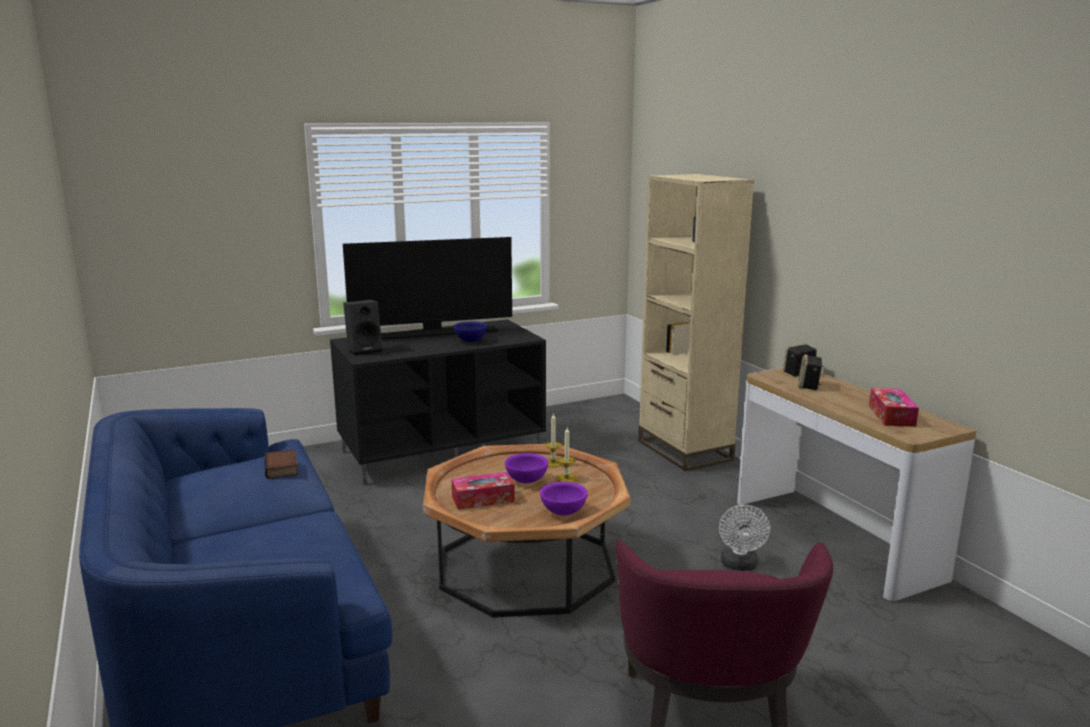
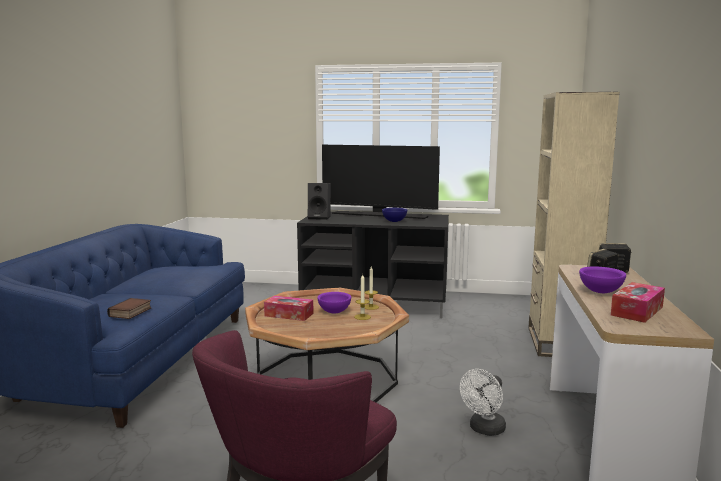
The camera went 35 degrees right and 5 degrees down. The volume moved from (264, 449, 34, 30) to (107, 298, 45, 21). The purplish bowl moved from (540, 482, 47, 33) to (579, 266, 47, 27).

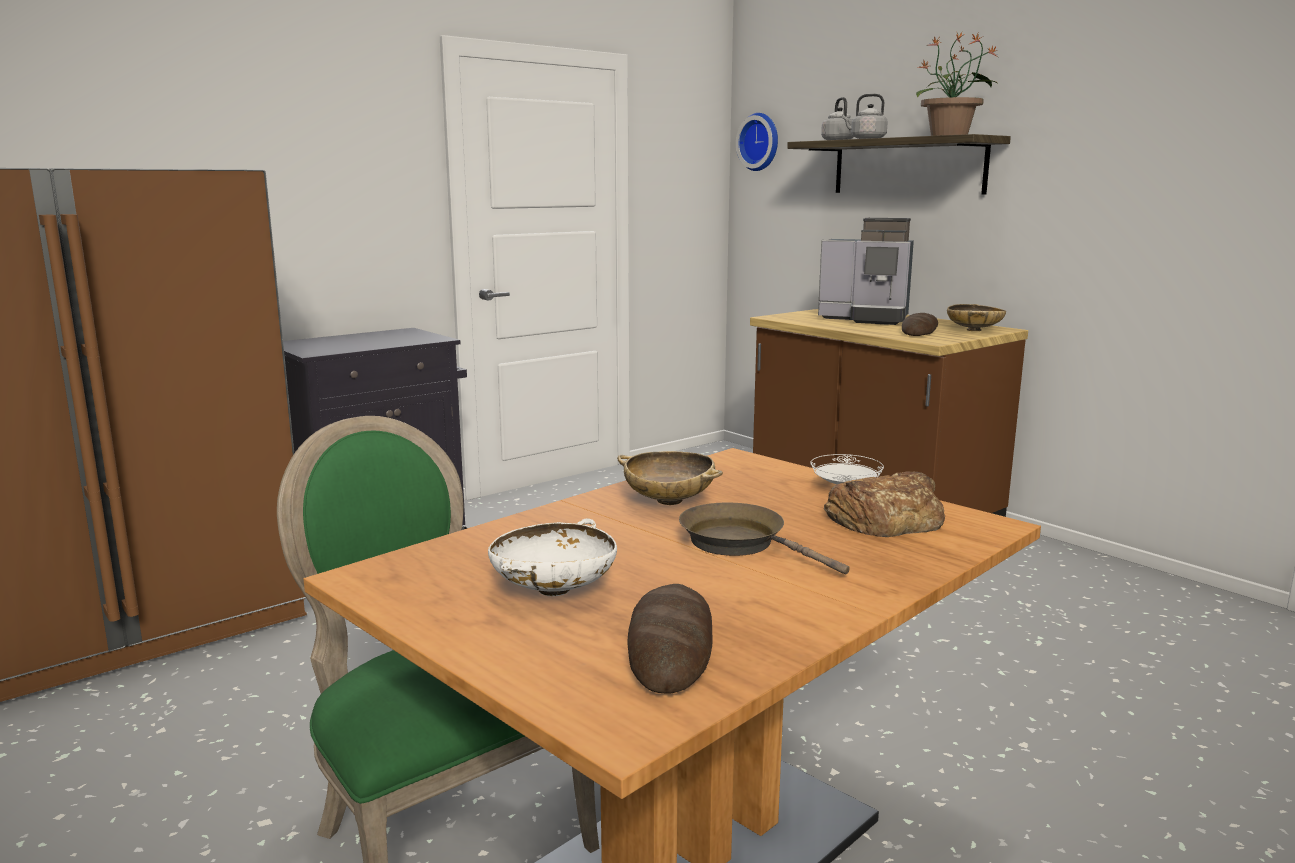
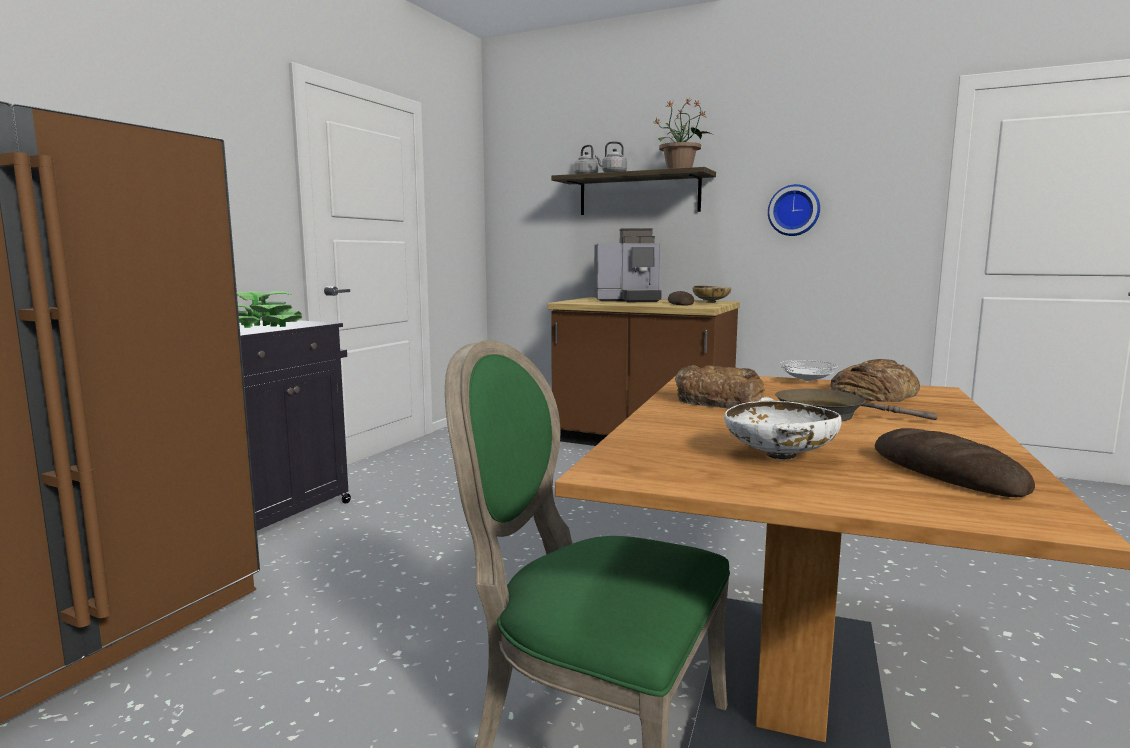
The camera went 25 degrees left and 5 degrees down. The hanging clock moved from (736, 113, 42, 58) to (768, 184, 52, 52). The beige bowl at (617, 451, 106, 54) was replaced by the bread at (675, 365, 90, 44). The potted plant at (237, 291, 65, 37) appeared.

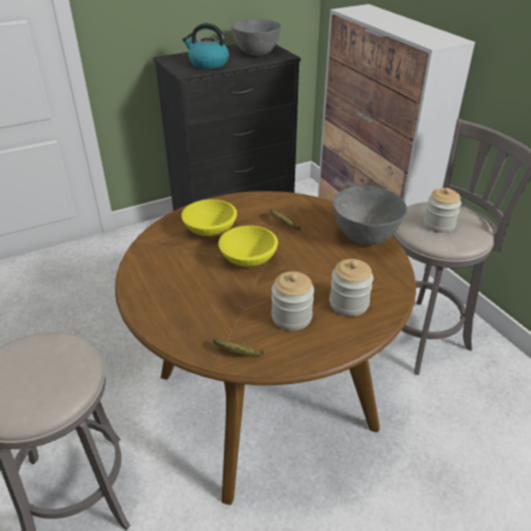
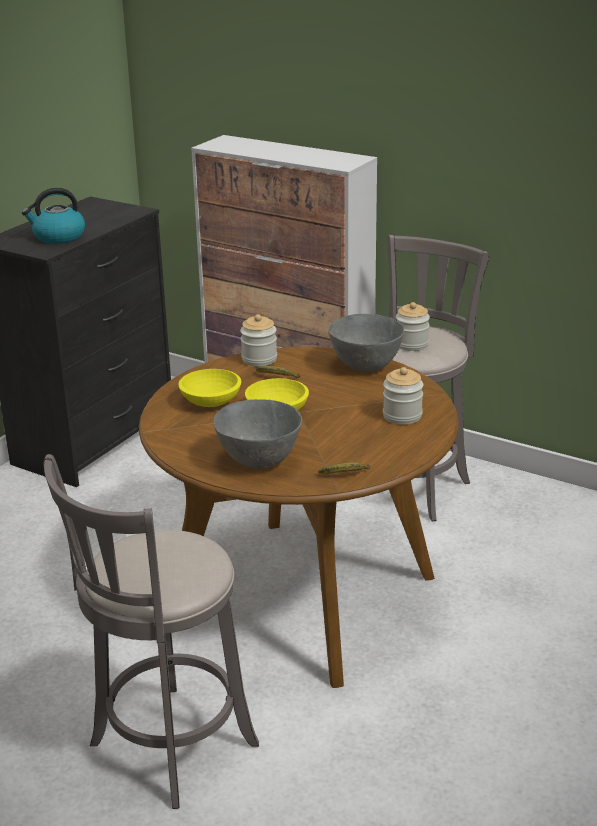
The camera went 30 degrees left and 10 degrees down. The grey bowl moved from (231, 19, 50, 37) to (213, 399, 89, 69). The preserve jar moved from (271, 271, 43, 60) to (240, 314, 37, 52).

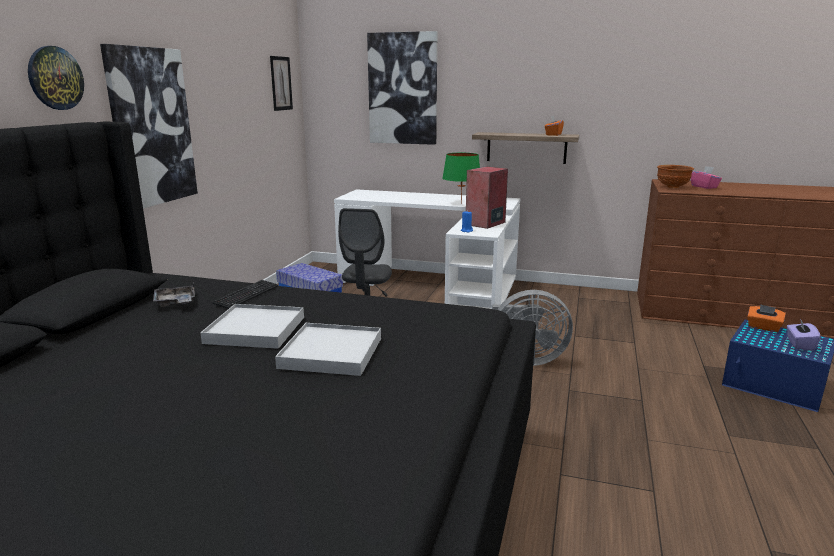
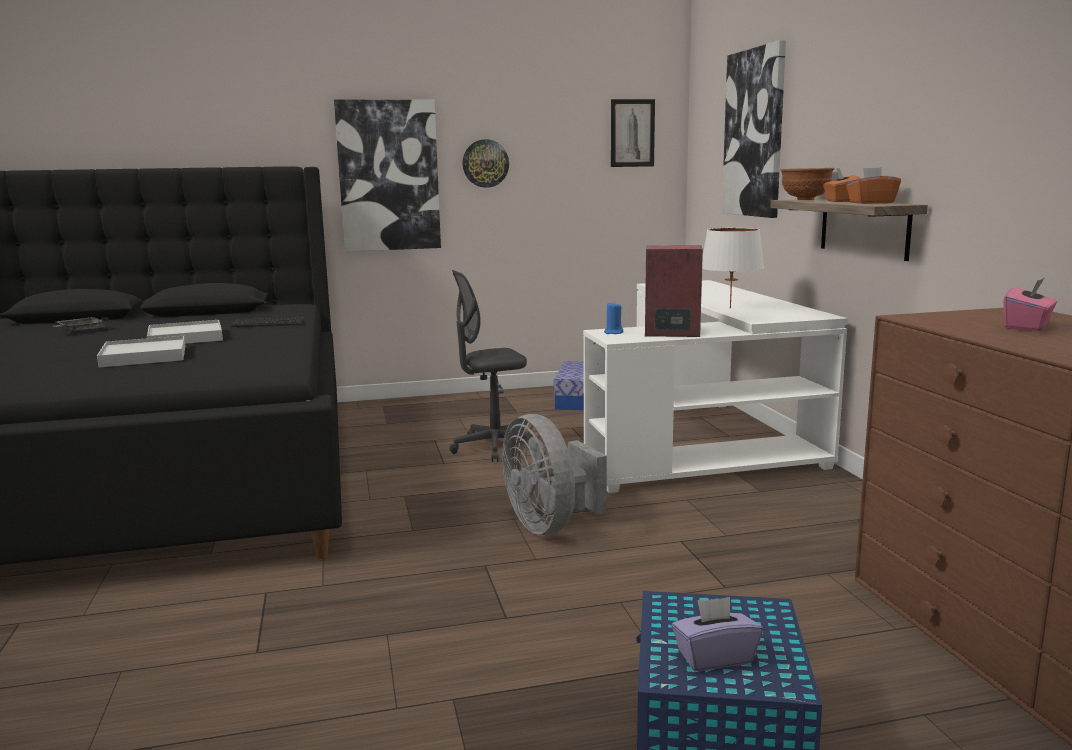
The camera went 60 degrees right and 5 degrees down. The hanging clock moved from (28, 46, 56, 64) to (462, 139, 47, 49). The greenish lamp for a table at (442, 153, 38, 51) became the whitish lamp for a table at (702, 228, 62, 81). The brown bowl moved from (657, 165, 37, 23) to (781, 168, 53, 32). The grey tray moved from (153, 283, 42, 24) to (55, 317, 54, 14). The orangey tissue holder moved from (747, 304, 39, 28) to (823, 168, 38, 34).

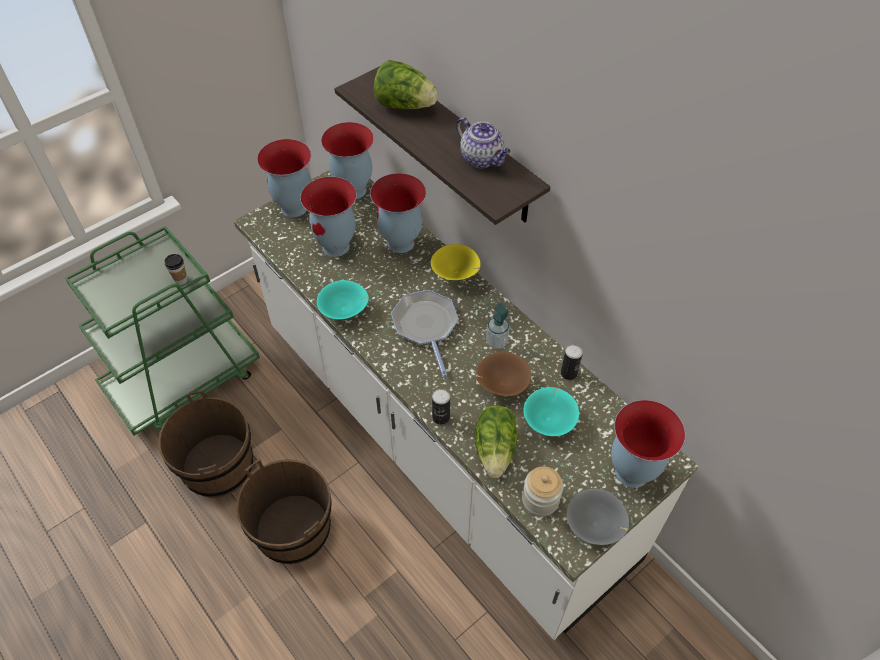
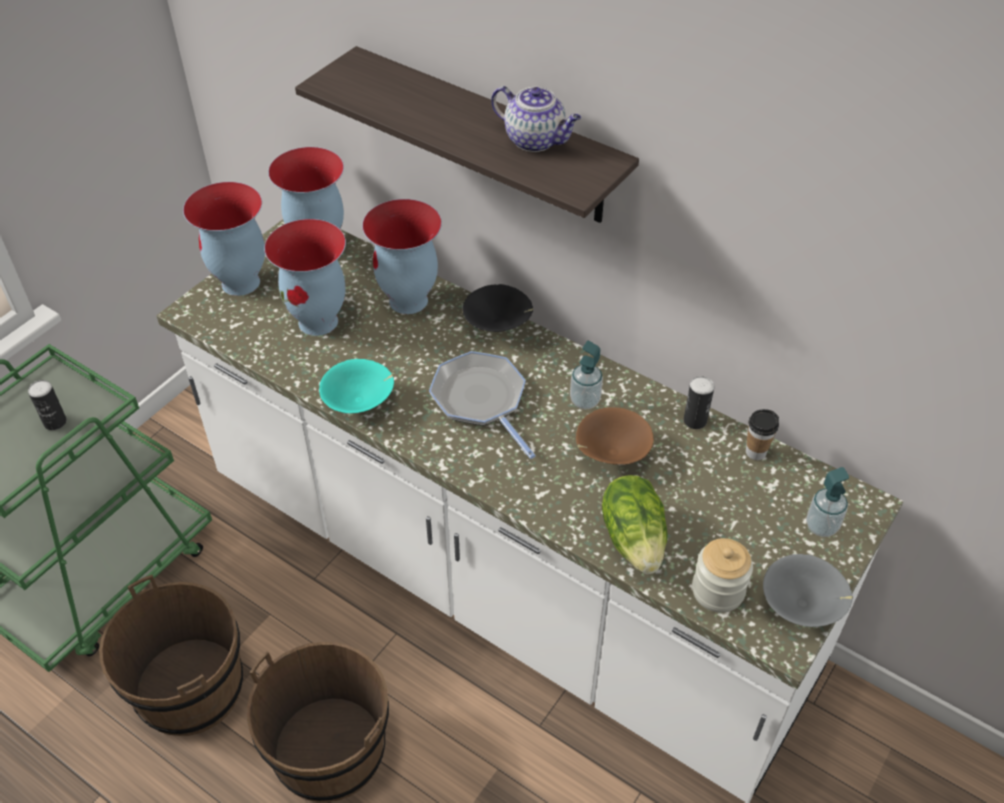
The camera went 15 degrees left and 5 degrees down. The head of lettuce at (374, 60, 64, 49) disappeared. The yellow bowl at (431, 244, 50, 36) became the blackish bowl at (462, 284, 71, 48). The drinking cup moved from (165, 254, 23, 31) to (746, 409, 33, 51). The blue-green bowl at (523, 387, 56, 49) disappeared. The sealed can moved from (432, 389, 18, 36) to (28, 380, 39, 50). The flower vase at (611, 400, 74, 88) was replaced by the soap bottle at (806, 467, 43, 70).

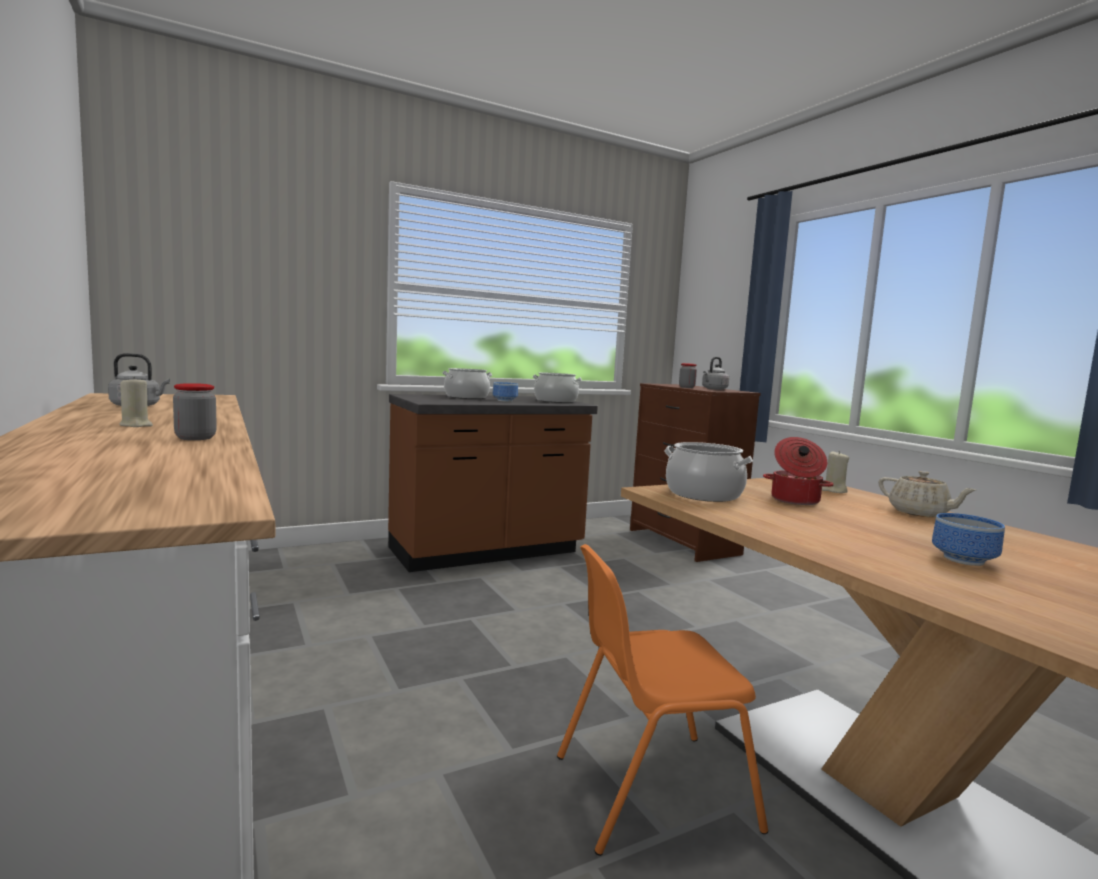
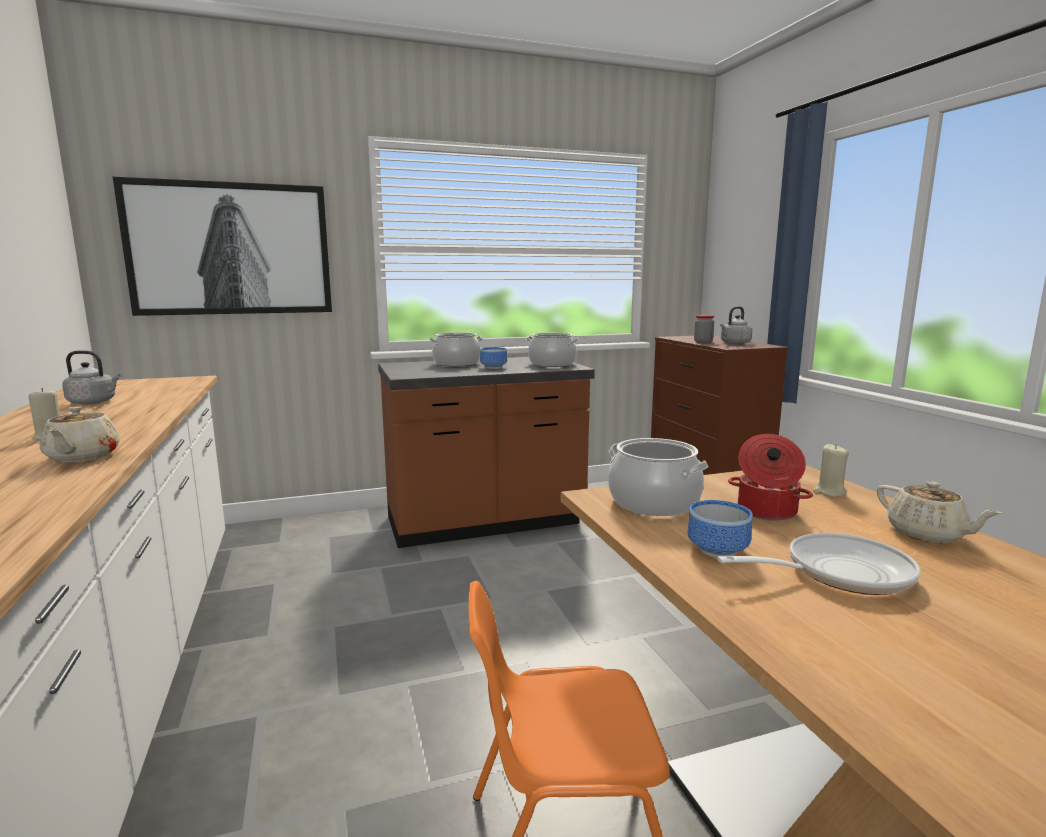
The camera went 10 degrees right and 5 degrees up. The preserve jar at (173, 383, 44, 57) was replaced by the beige tea pot at (40, 406, 80, 57). The bowl moved from (932, 513, 73, 53) to (688, 500, 65, 57). The wall art at (113, 177, 219, 139) appeared. The frying pan at (717, 533, 204, 62) appeared.

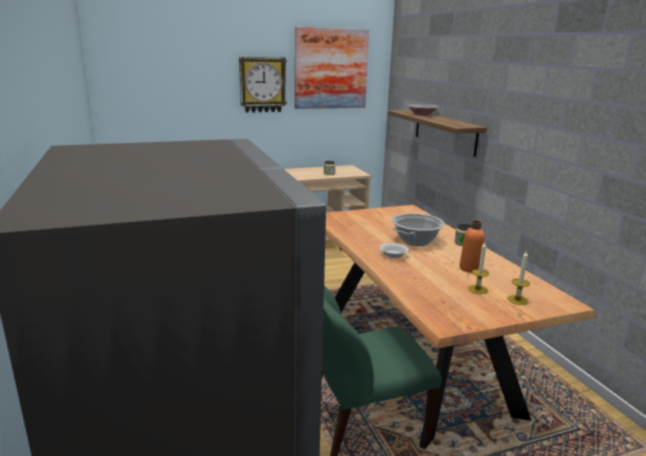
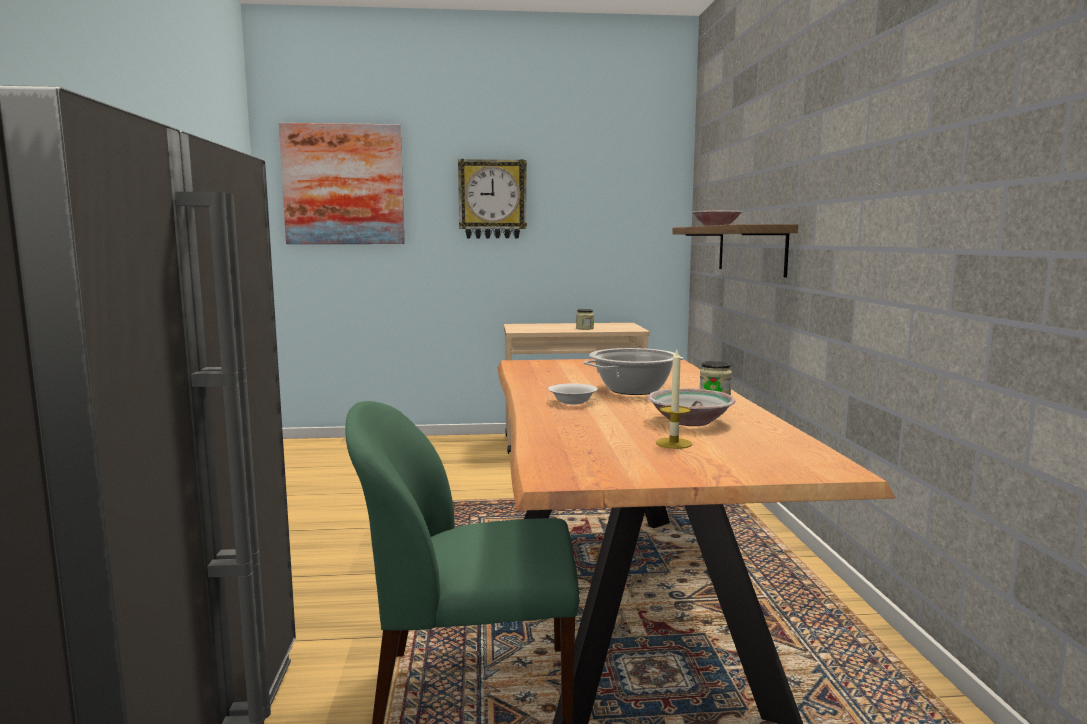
The camera went 15 degrees right and 10 degrees down. The wall art moved from (295, 27, 74, 82) to (279, 123, 126, 121). The orangey beverage bottle at (460, 220, 25, 53) was replaced by the bowl at (648, 388, 87, 38). The candle at (507, 251, 23, 54) disappeared.

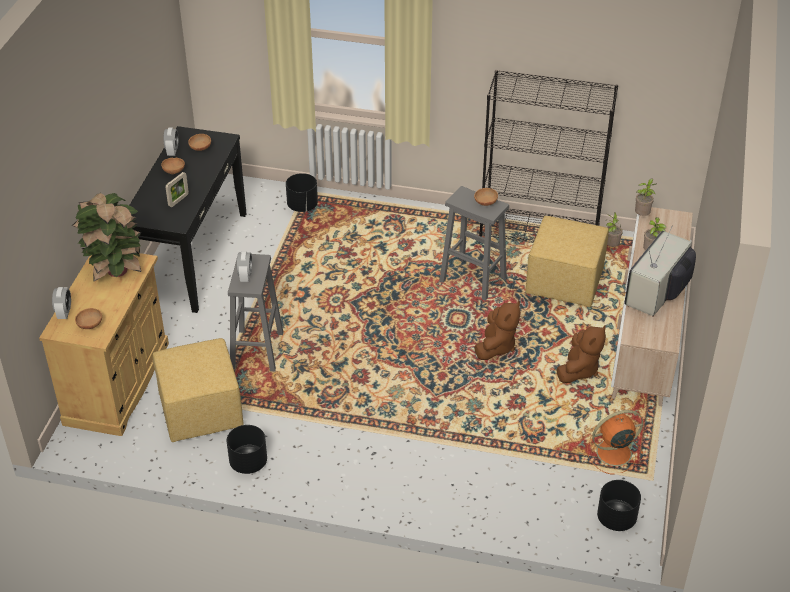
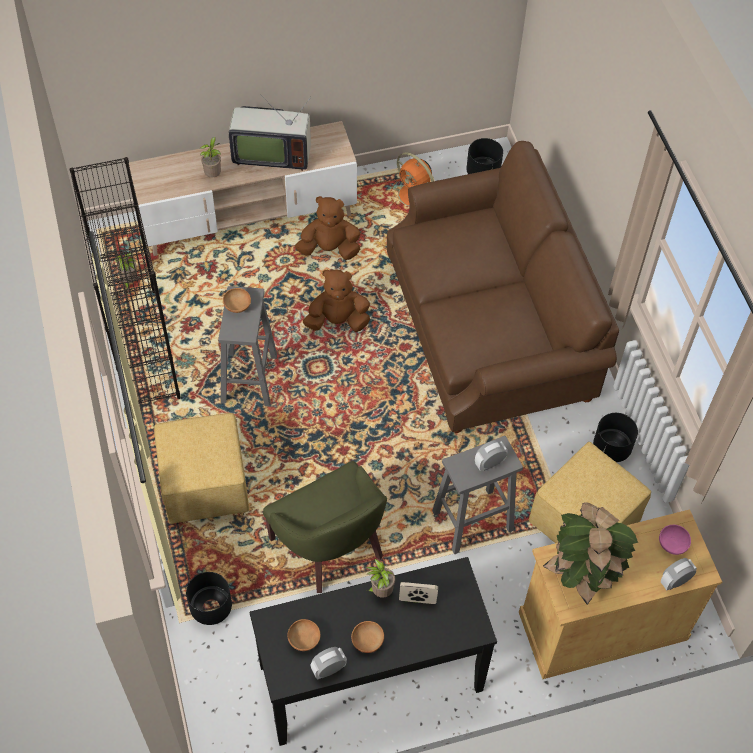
The camera went 120 degrees left and 15 degrees up. The potted plant moved from (635, 178, 21, 38) to (366, 559, 29, 39). The yellow footrest moved from (525, 216, 84, 91) to (154, 413, 95, 111). The brown bowl at (75, 308, 27, 21) became the pink-coloured bowl at (659, 525, 32, 30). The brown couch at (387, 141, 232, 292) appeared. The greenish armchair at (263, 461, 124, 132) appeared.

